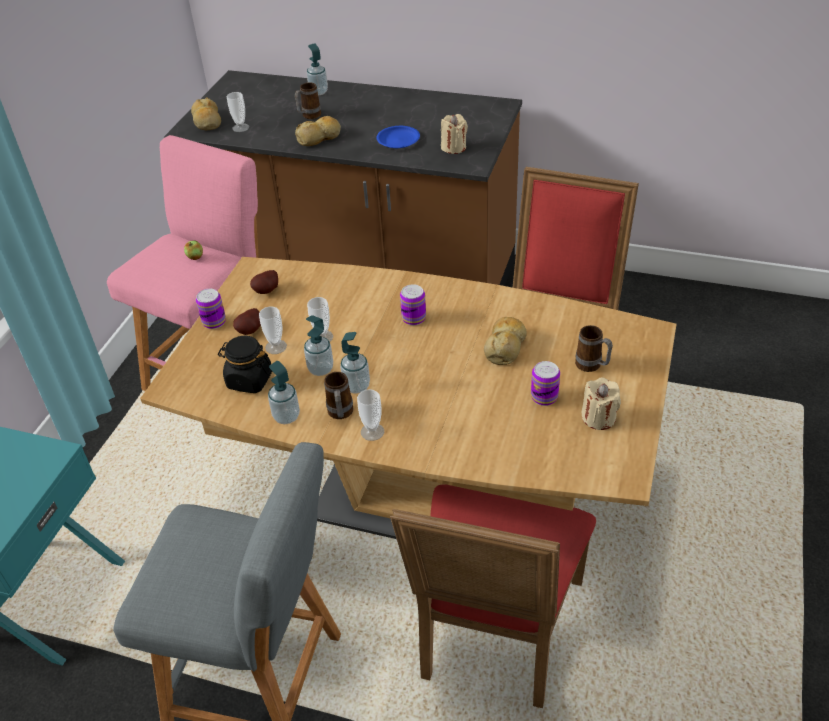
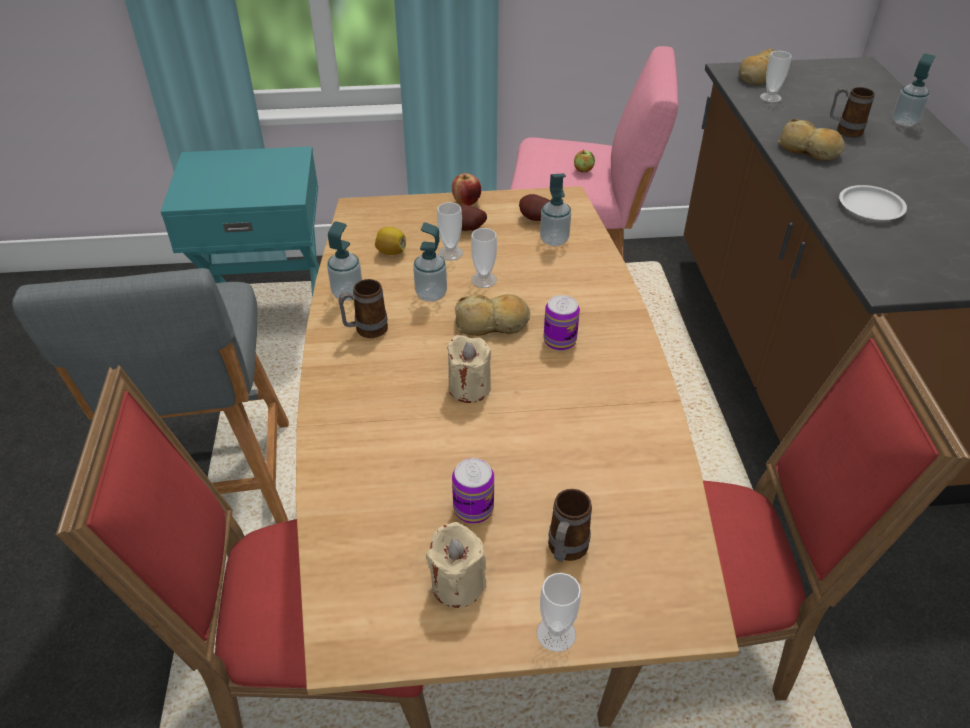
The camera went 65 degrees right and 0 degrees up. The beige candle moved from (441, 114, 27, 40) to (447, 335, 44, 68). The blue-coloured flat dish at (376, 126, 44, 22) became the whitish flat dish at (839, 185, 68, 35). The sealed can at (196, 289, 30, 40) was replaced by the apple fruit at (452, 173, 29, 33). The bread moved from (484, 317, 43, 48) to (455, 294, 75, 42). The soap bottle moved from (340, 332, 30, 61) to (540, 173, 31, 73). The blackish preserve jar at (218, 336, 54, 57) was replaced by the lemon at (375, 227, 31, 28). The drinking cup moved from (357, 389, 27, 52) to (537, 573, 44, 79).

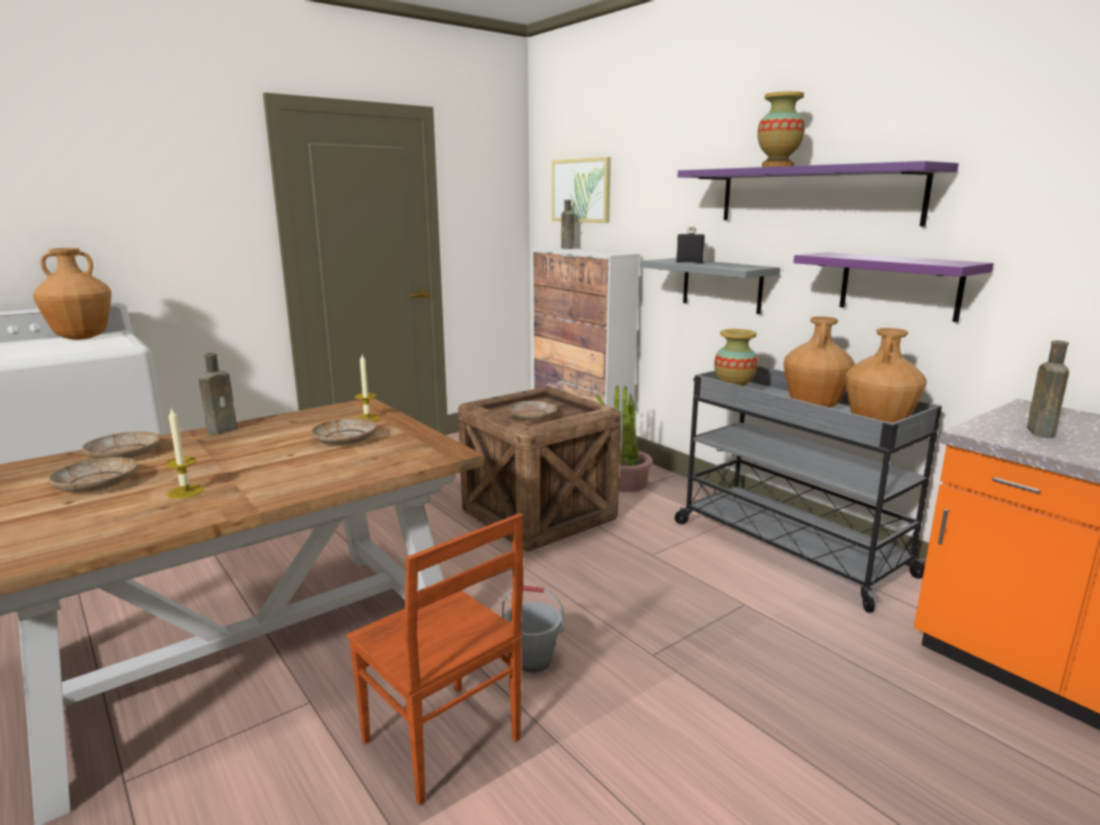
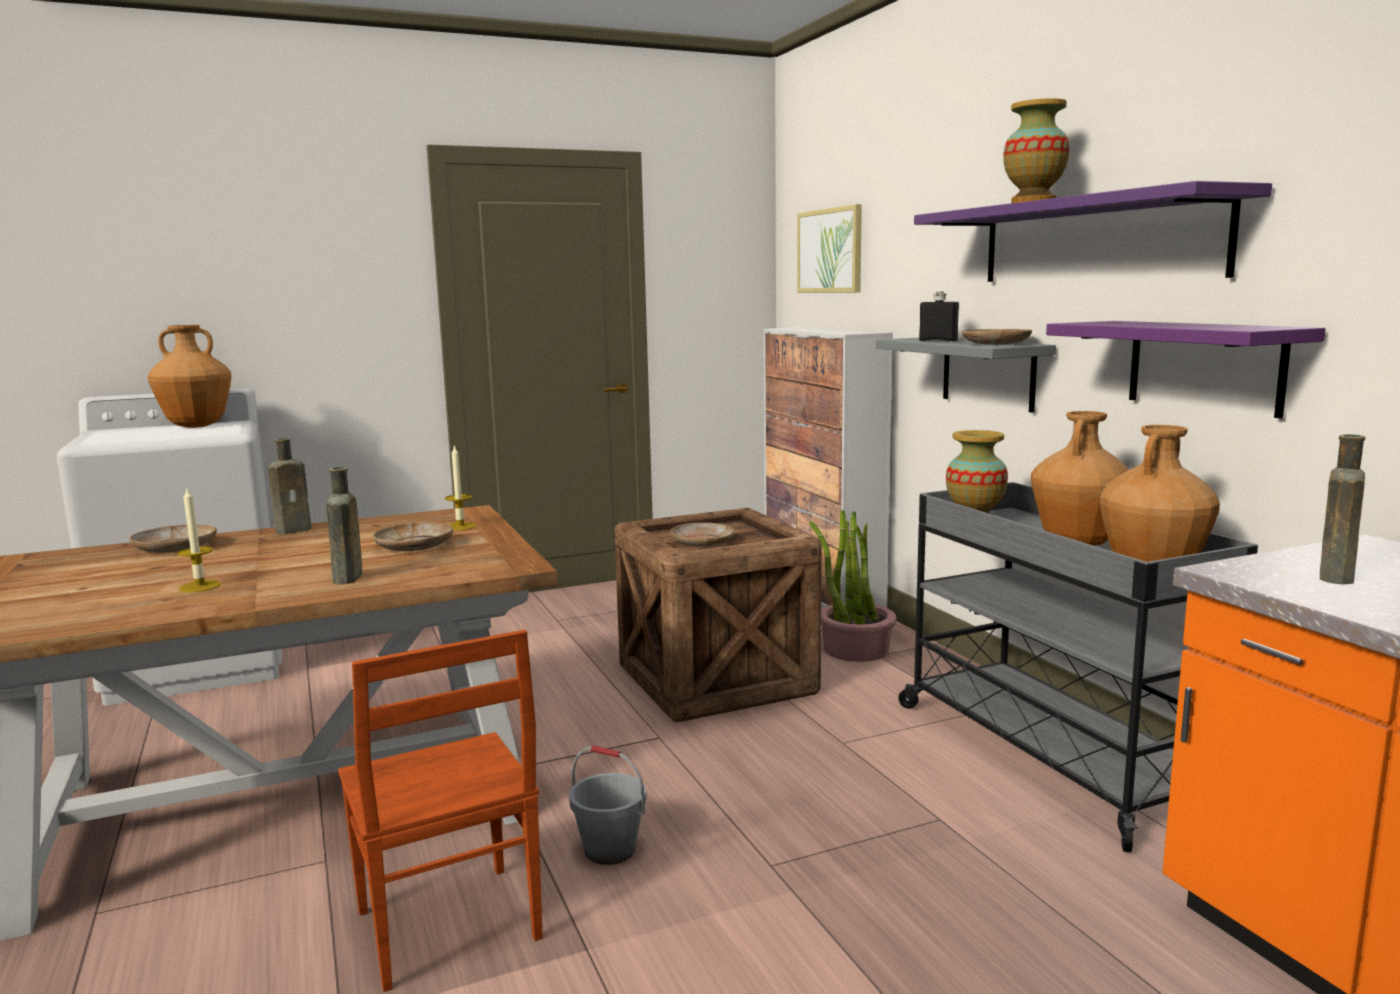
The camera went 15 degrees right and 5 degrees down. The brown beverage bottle moved from (561, 200, 13, 49) to (326, 467, 37, 117). The beige flat dish moved from (48, 457, 90, 35) to (962, 329, 70, 16).

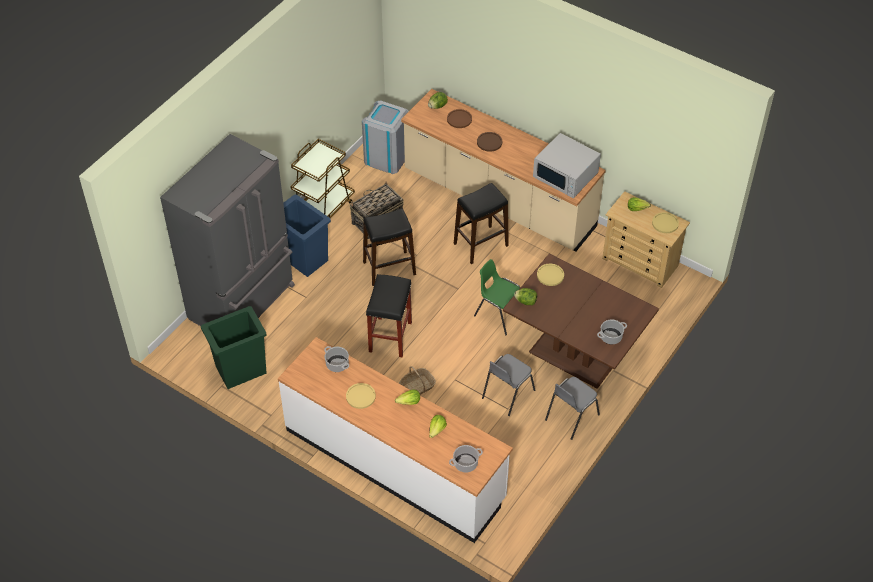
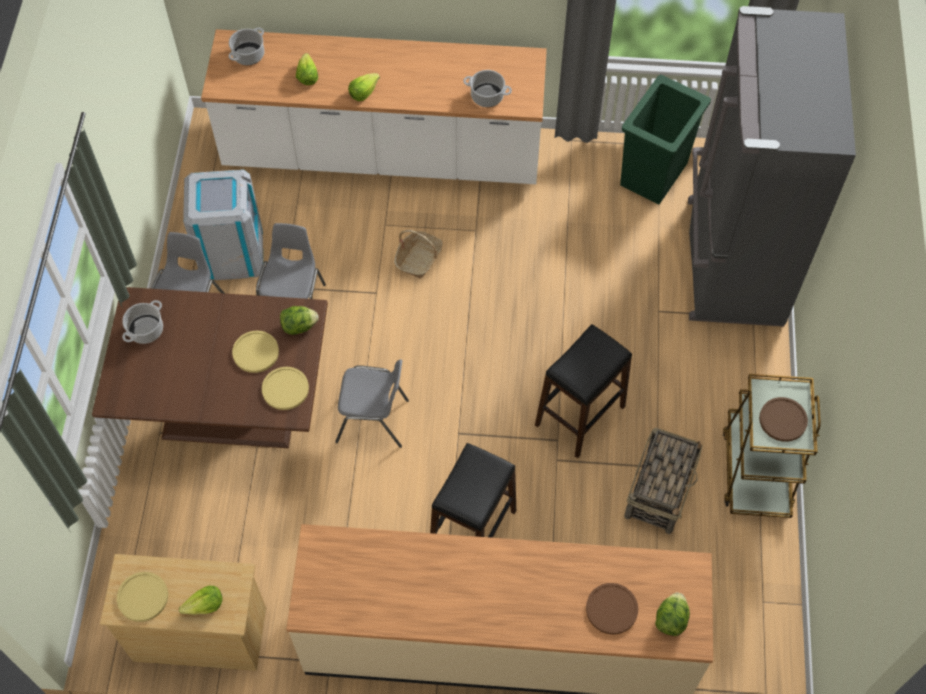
The camera went 150 degrees right and 10 degrees up. The grey trash can moved from (362, 100, 47, 74) to (183, 169, 80, 111). The brown flat dish moved from (477, 132, 25, 20) to (759, 397, 49, 45). The whitish microwave at (533, 133, 68, 65) disappeared. The blue-coloured trash can at (283, 194, 48, 83) disappeared. The greenish chair at (474, 259, 47, 76) became the grey chair at (335, 359, 74, 89). The blackish stool at (366, 274, 46, 83) disappeared. The yellow flat dish moved from (346, 383, 30, 26) to (232, 331, 47, 42).

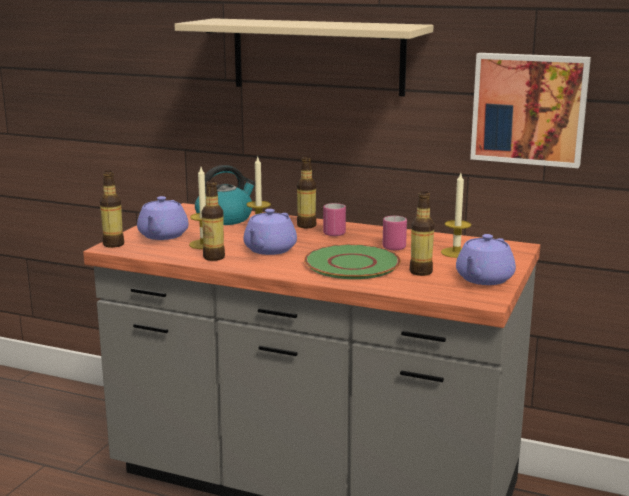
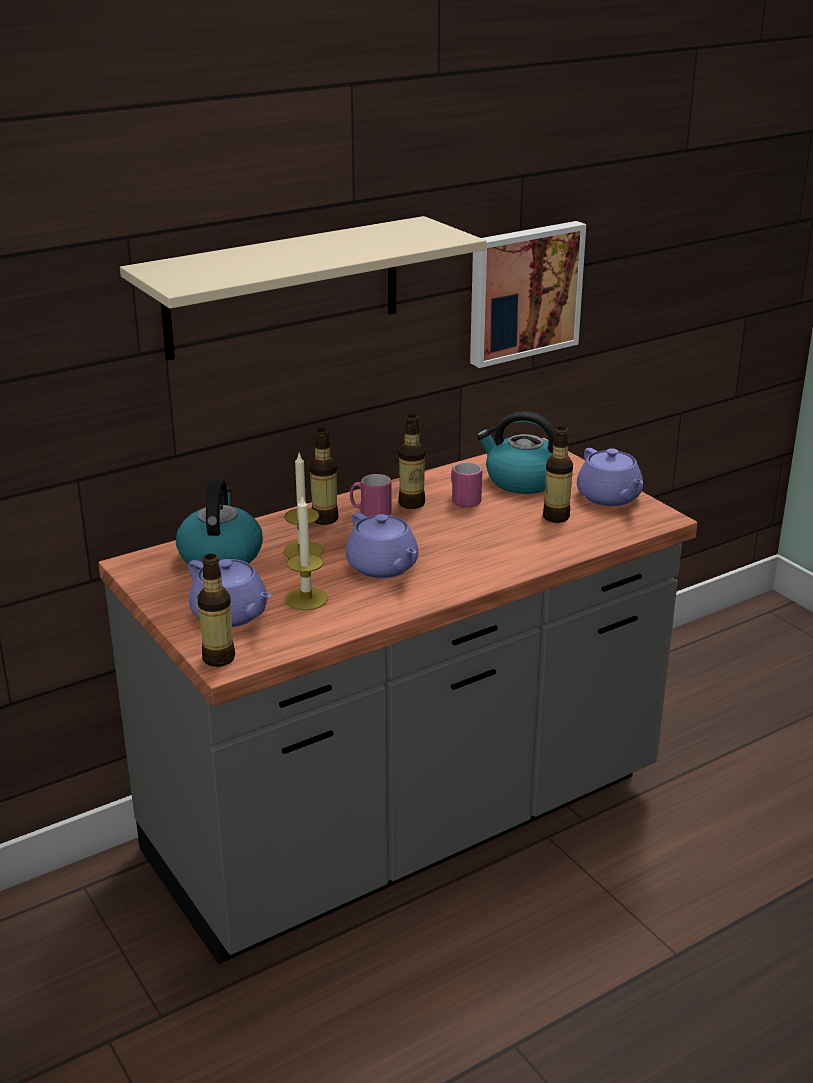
The camera went 55 degrees left and 10 degrees up. The candle at (441, 173, 30, 85) was replaced by the kettle at (477, 411, 78, 83). The beverage bottle moved from (201, 180, 24, 81) to (399, 414, 26, 95). The greenish flat dish at (304, 244, 97, 35) disappeared.

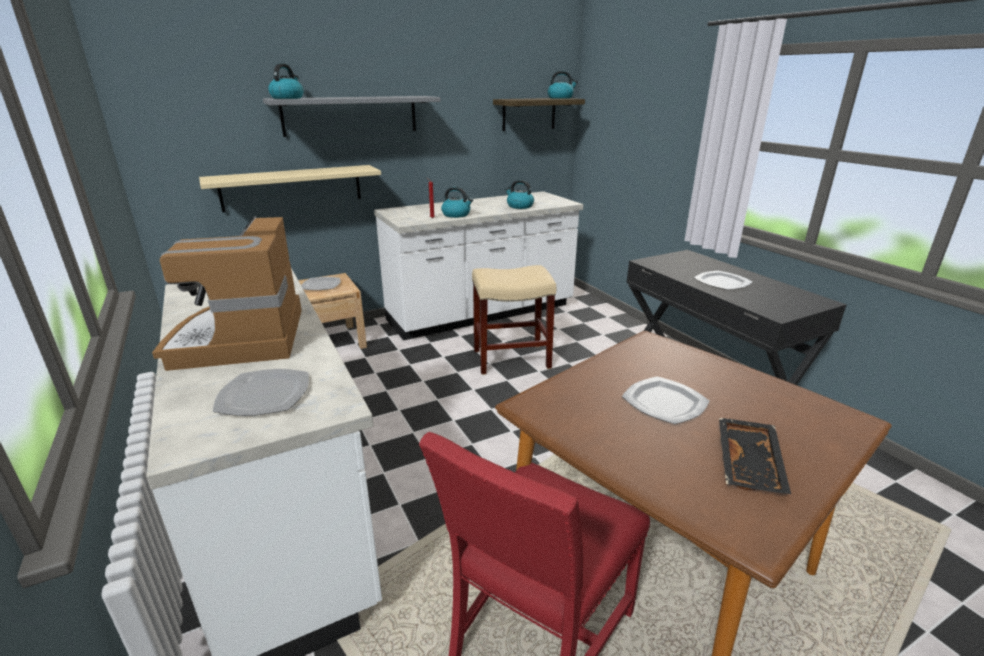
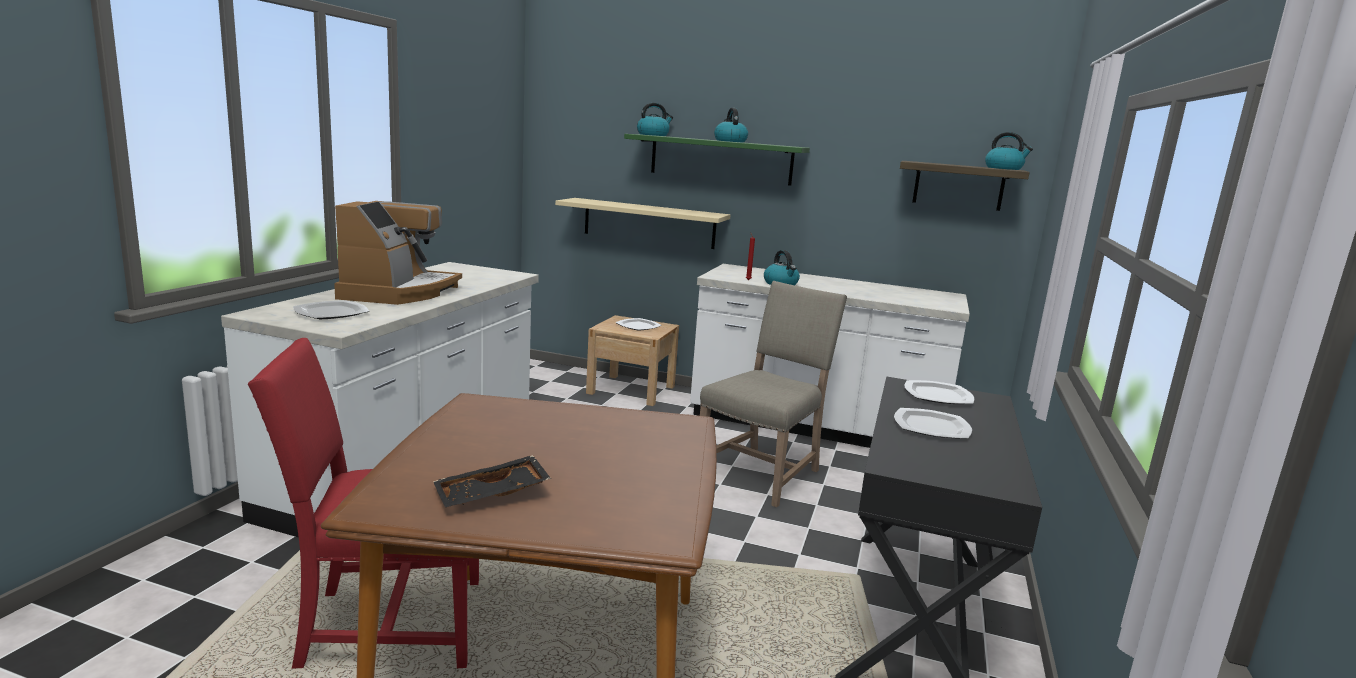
The camera went 45 degrees right and 10 degrees down. The grey bracket shelf at (263, 96, 178, 41) became the greenish bracket shelf at (624, 134, 186, 52). The kettle moved from (505, 180, 29, 29) to (714, 108, 34, 34). The coffee machine at (152, 216, 150, 155) turned 150 degrees clockwise. The beige stool at (472, 265, 84, 110) was replaced by the beige chair at (700, 281, 147, 226). The flat dish moved from (622, 376, 87, 48) to (905, 380, 69, 24).

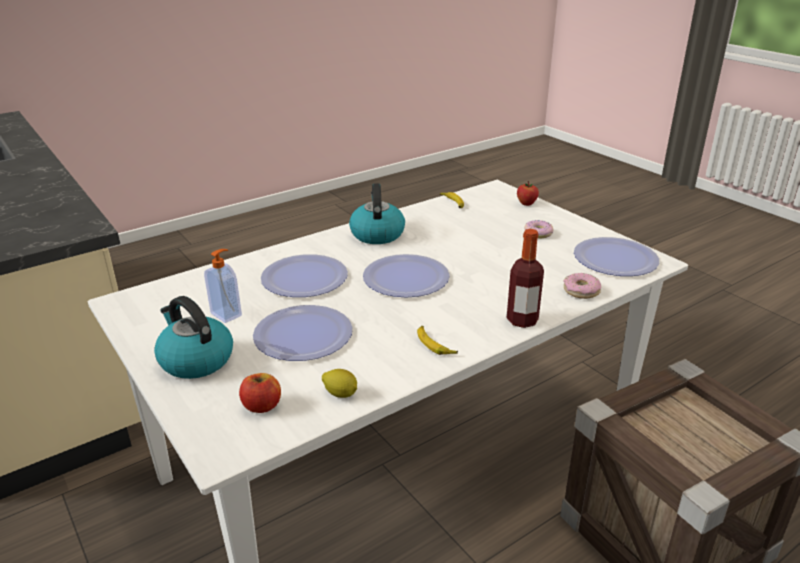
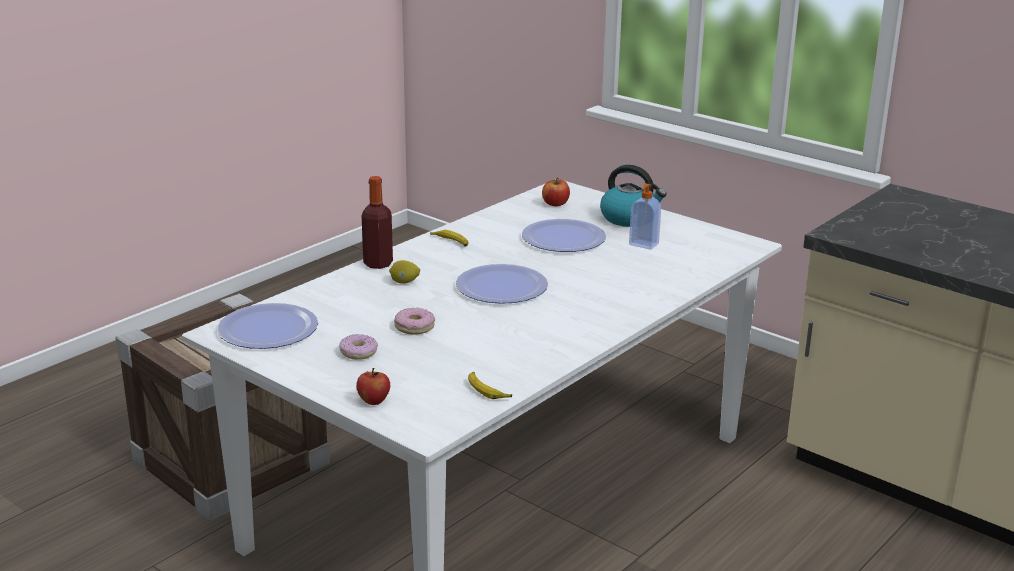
The camera went 165 degrees right and 5 degrees down. The kettle at (349, 183, 56, 61) disappeared. The flat dish at (261, 254, 87, 43) disappeared. The doughnut moved from (563, 273, 38, 26) to (394, 308, 41, 26). The lemon moved from (322, 369, 35, 29) to (389, 260, 31, 24).

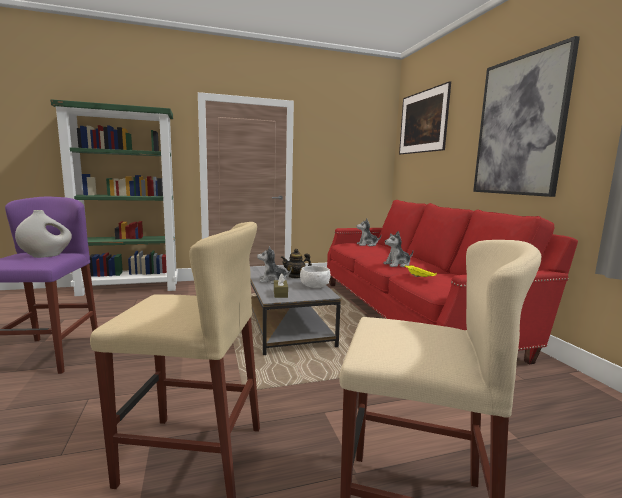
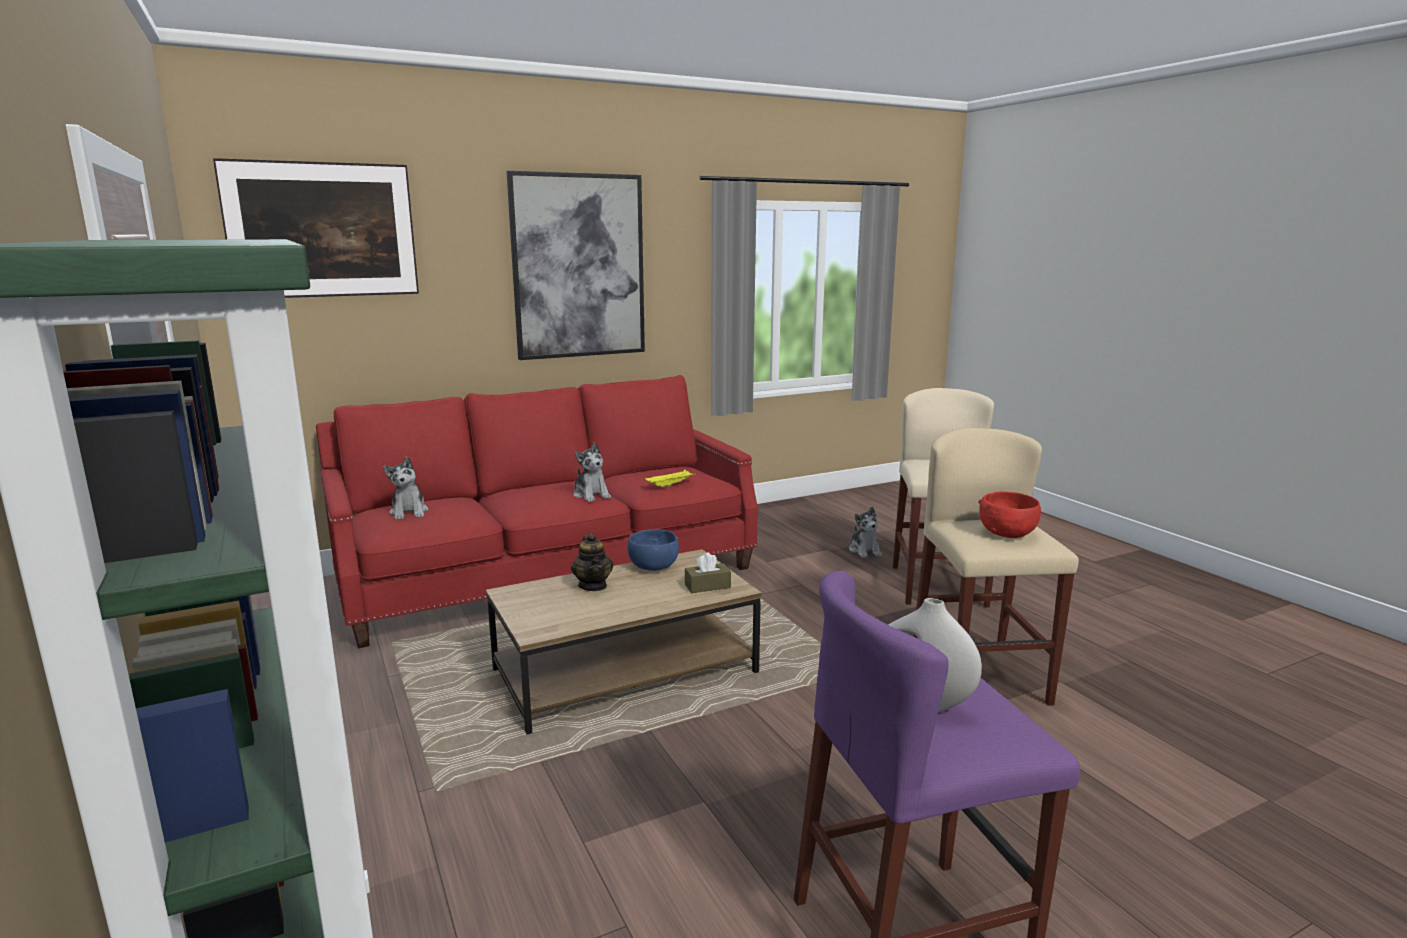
The camera went 100 degrees left and 5 degrees up. The plush toy moved from (257, 246, 35, 38) to (849, 507, 33, 51). The grey low table at (250, 265, 91, 90) became the brown low table at (486, 549, 276, 185). The whitish bowl at (300, 266, 31, 22) became the blue-coloured bowl at (628, 529, 51, 42). The red-coloured bowl at (978, 492, 63, 46) appeared.

